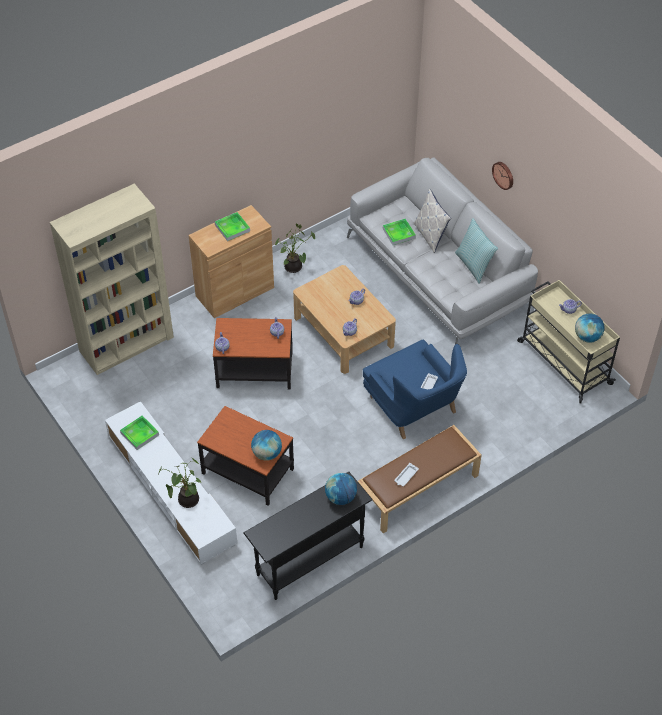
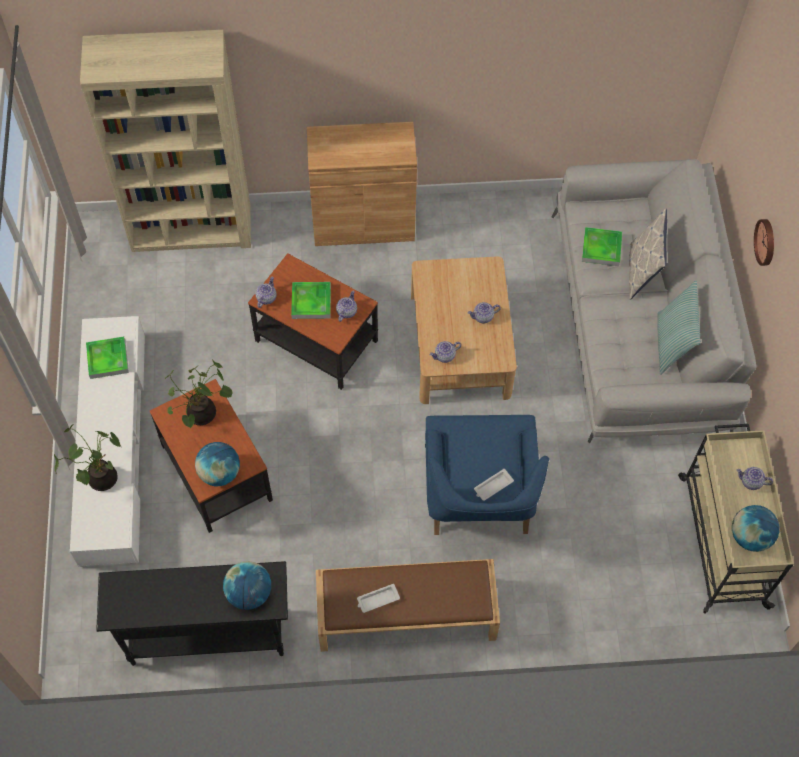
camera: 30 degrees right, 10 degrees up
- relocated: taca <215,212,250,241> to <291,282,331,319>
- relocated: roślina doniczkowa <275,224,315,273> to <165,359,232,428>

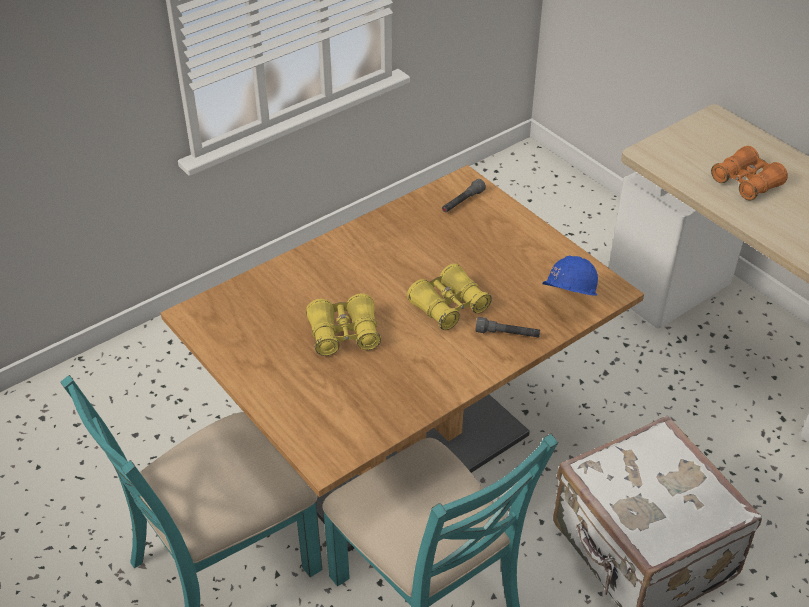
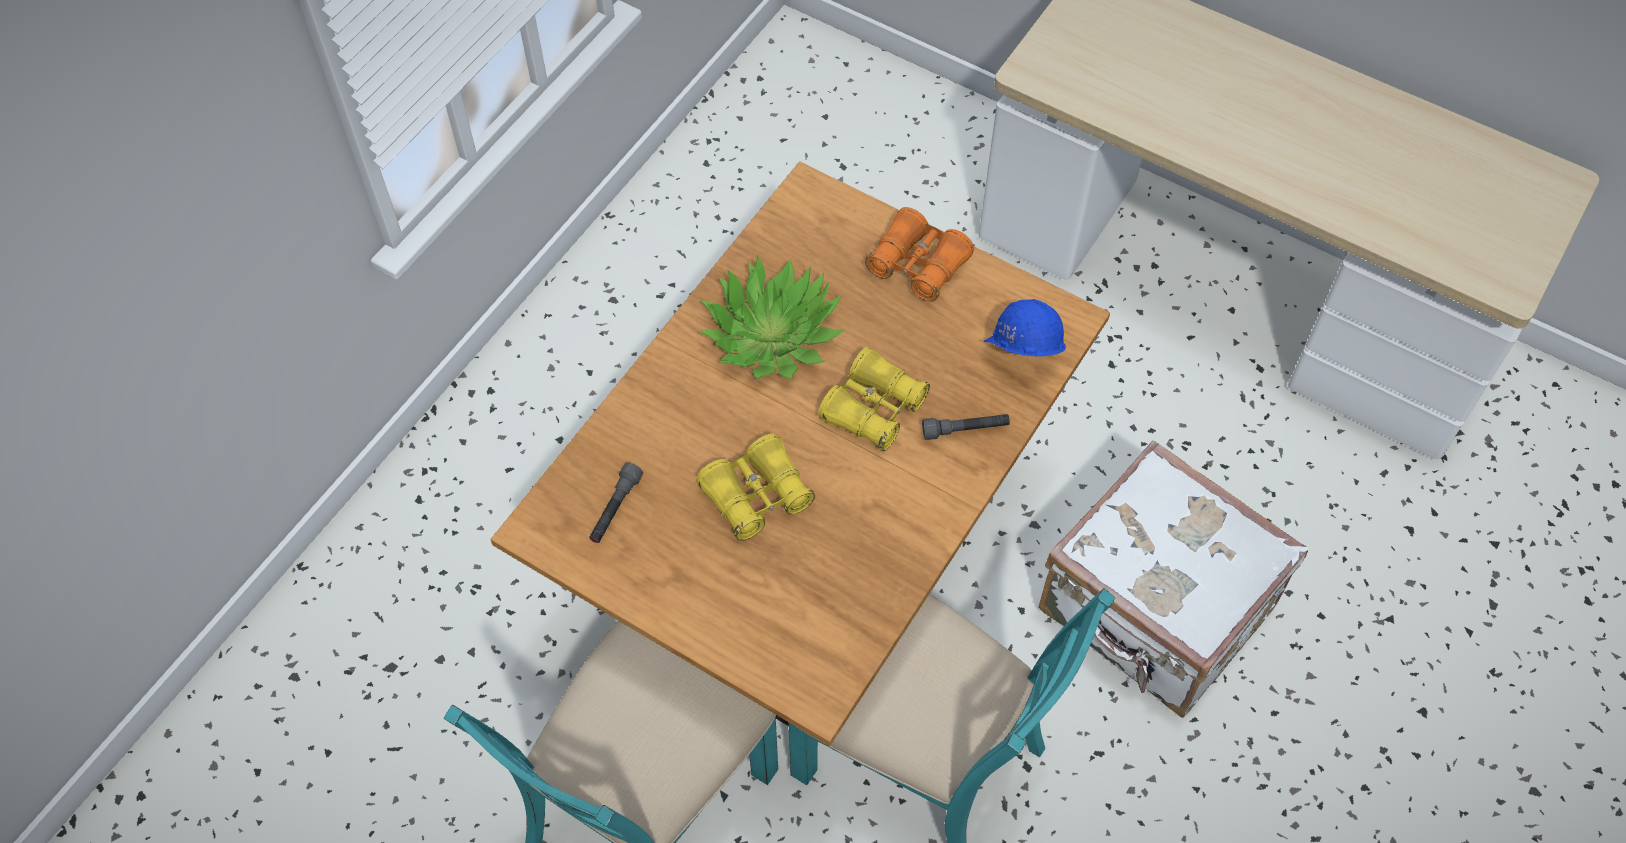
camera: 20 degrees left, 15 degrees up
- relocated: latarka/szary <442,179,486,213> to <589,463,643,543>
- relocated: lornetka/pomarańczowy <711,146,788,201> to <865,207,974,302>
- appeared: roślina doniczkowa <699,255,844,380>

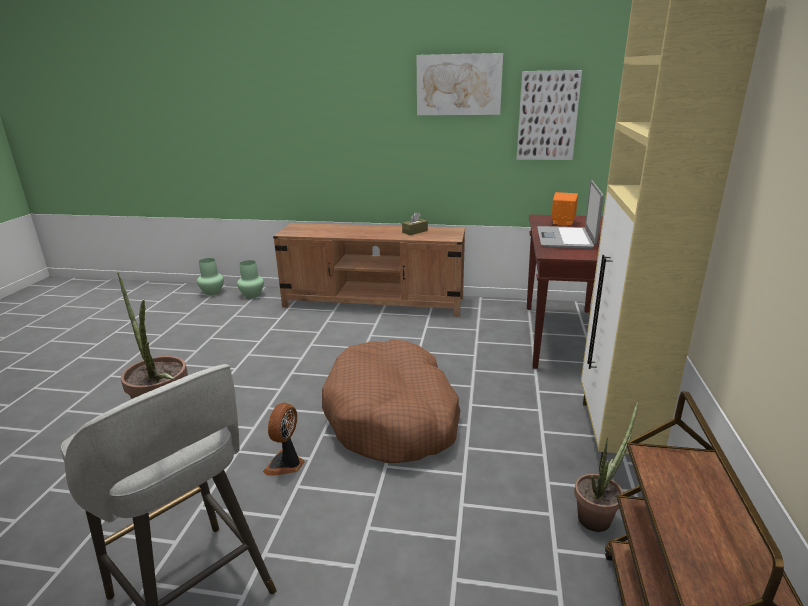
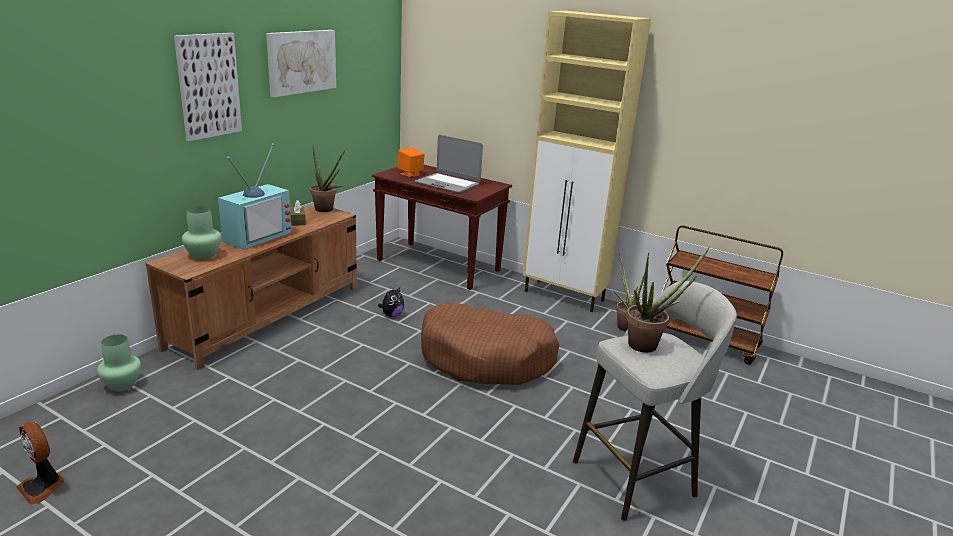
camera: 70 degrees left, 0 degrees up
- relocated: wazon/zielony <197,258,224,295> to <182,206,222,260>
- relocated: wentylator <263,403,305,476> to <16,422,65,505>
- relocated: obraz <517,70,582,160> to <174,33,242,141>
- appeared: telewizor <218,143,291,250>
- appeared: roślina doniczkowa <310,147,345,212>
- appeared: pluszak <378,287,404,317>

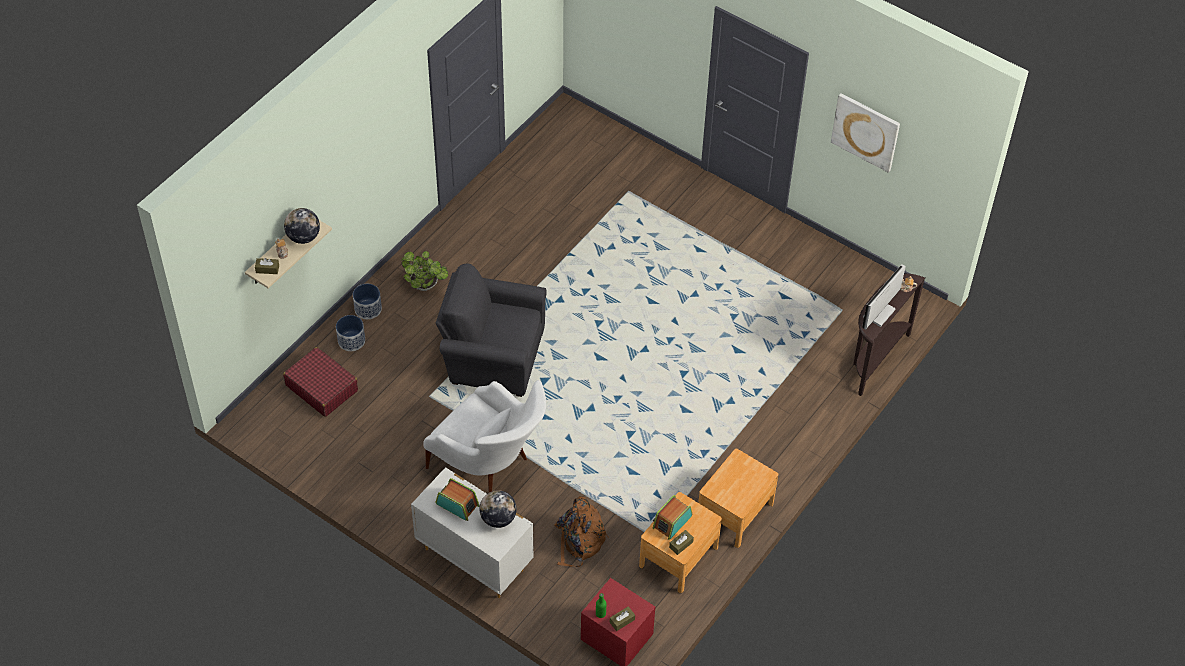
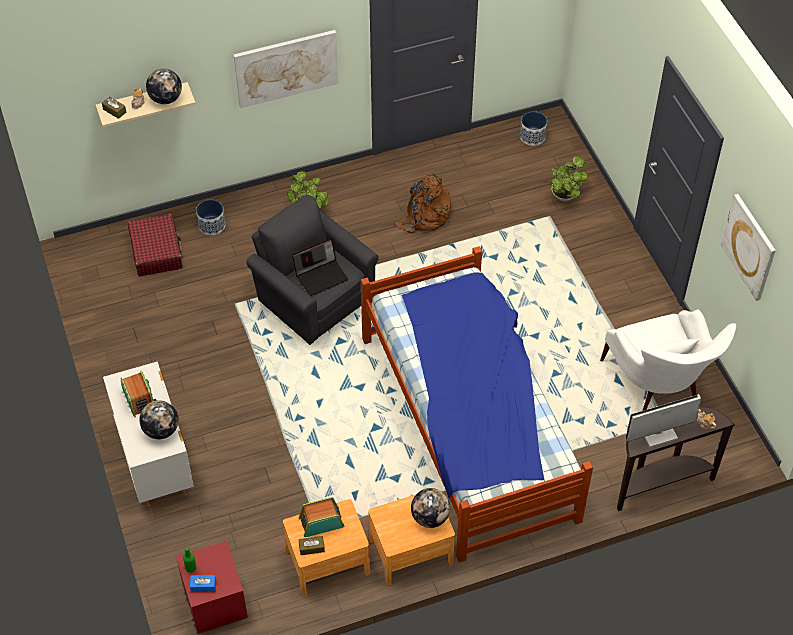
camera: 35 degrees right, 0 degrees up
- relocated: donica <353,284,382,319> to <520,111,547,146>
- relocated: fotel/biały <423,380,546,493> to <600,310,737,411>
- relocated: plecak/brązowy <554,496,609,567> to <395,174,451,233>
- colour: pudełko chusteczek/brązowy <610,606,635,631> to pudełko chusteczek/niebieski <190,575,216,592>
- appeared: obraz <233,30,338,108>
- appeared: laptop <292,239,349,296>
- appeared: łóżko <361,246,593,563>
- appeared: globus <411,488,450,528>
- appeared: roślina doniczkowa <549,156,588,202>

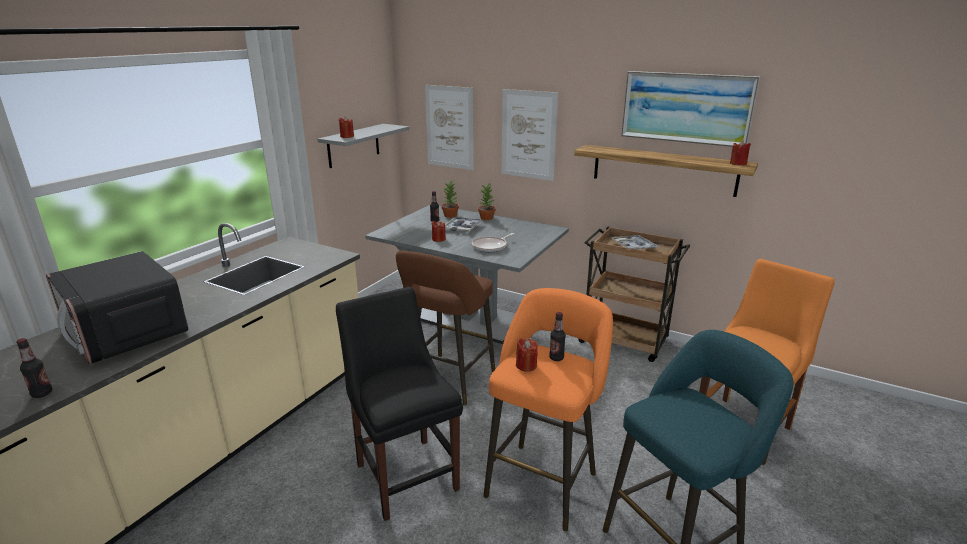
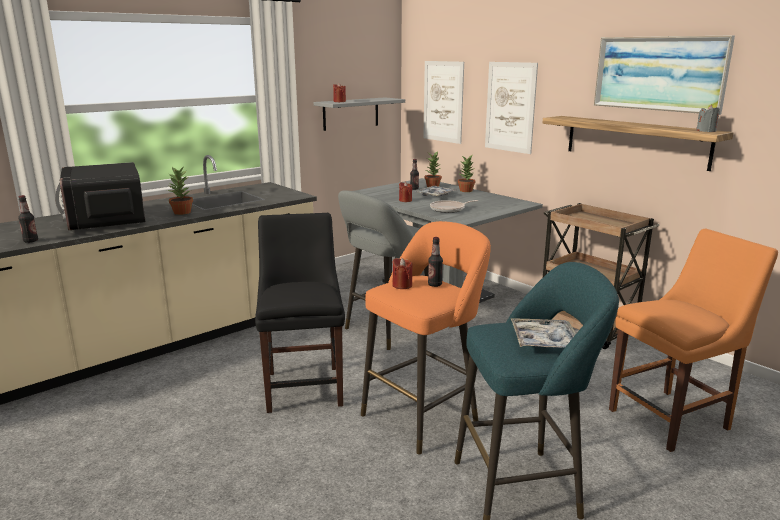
camera: 20 degrees right, 5 degrees down
- colour: stołek/brązowy <396,250,495,405> to stołek/szary <338,190,429,350>
- relocated: taca <610,235,659,251> to <511,318,576,348>
- colour: świeca/czerwony <730,140,751,166> to świeca/szary <696,105,720,132>
- appeared: roślina doniczkowa <167,167,193,215>

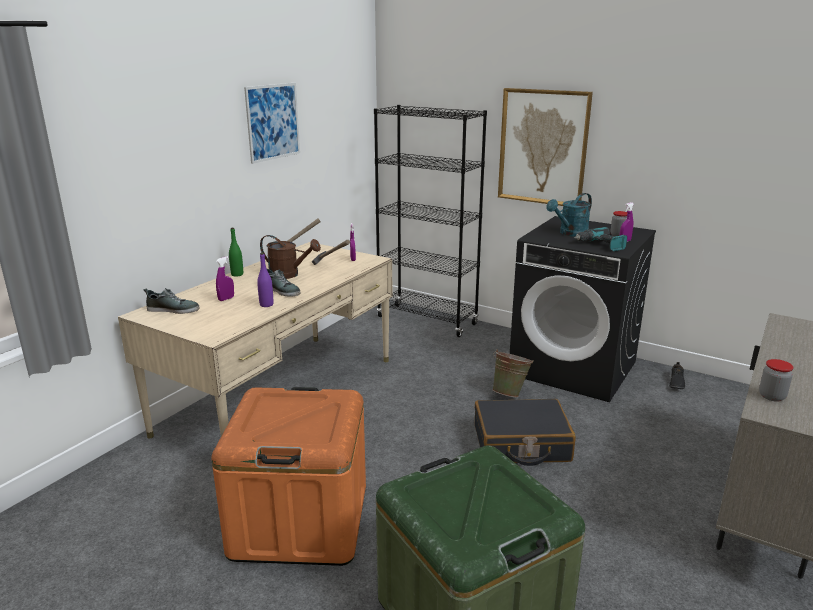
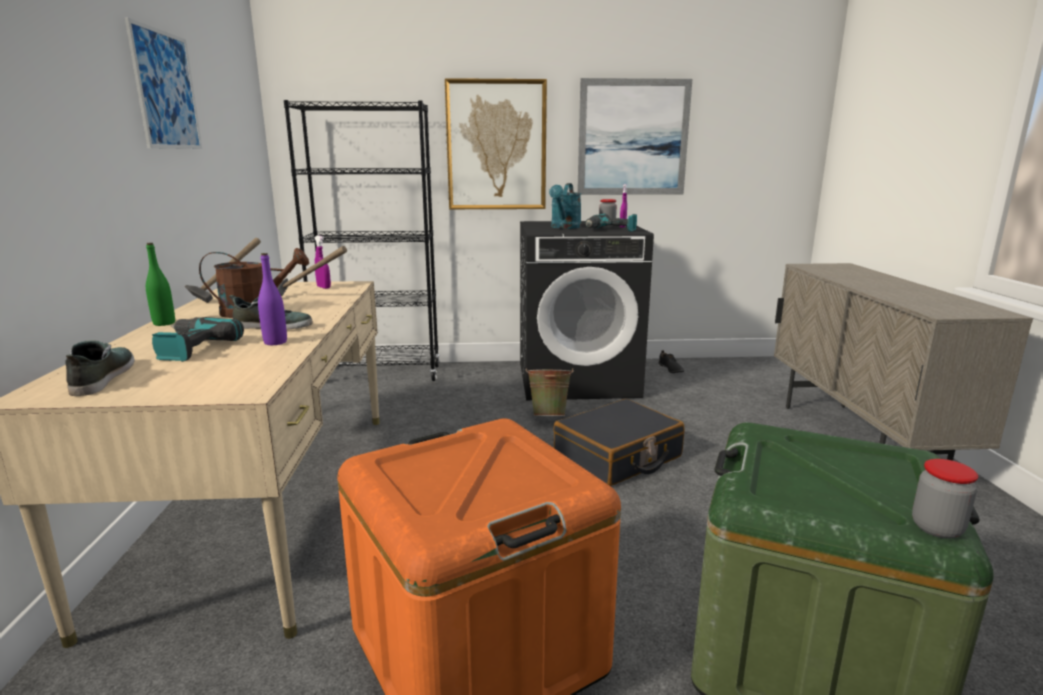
camera: 35 degrees left, 5 degrees down
- spun: but <144,288,200,314> = <65,340,134,396> 75 degrees counterclockwise
- exchanged: spryskiwacz/fioletowy <216,256,234,301> to wiertarka <152,317,244,362>
- relocated: słoik <759,359,794,402> to <912,459,978,539>
- appeared: obraz <577,78,692,195>

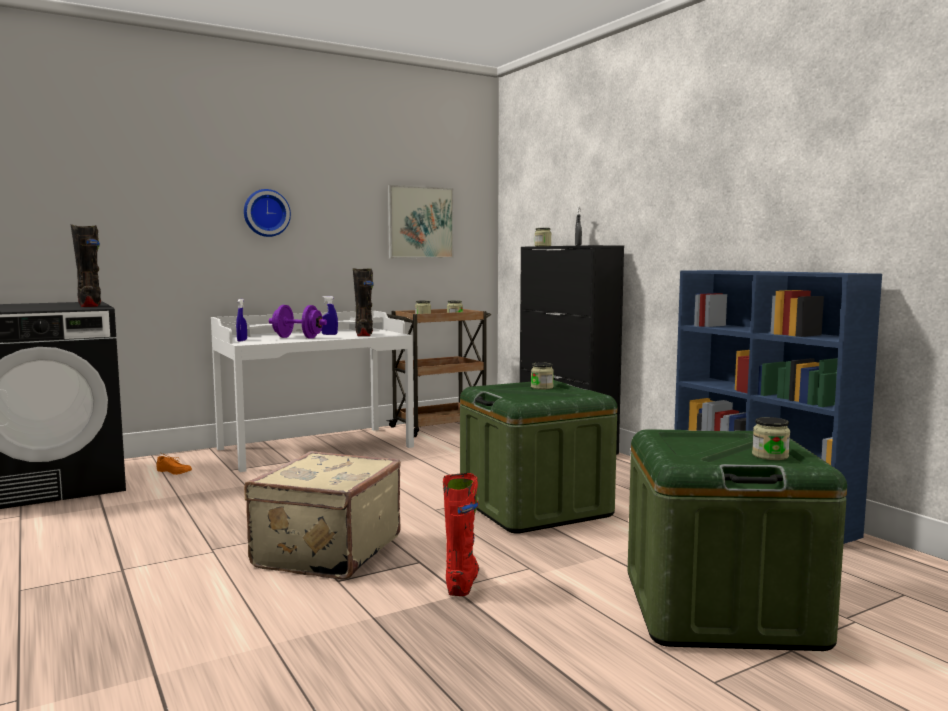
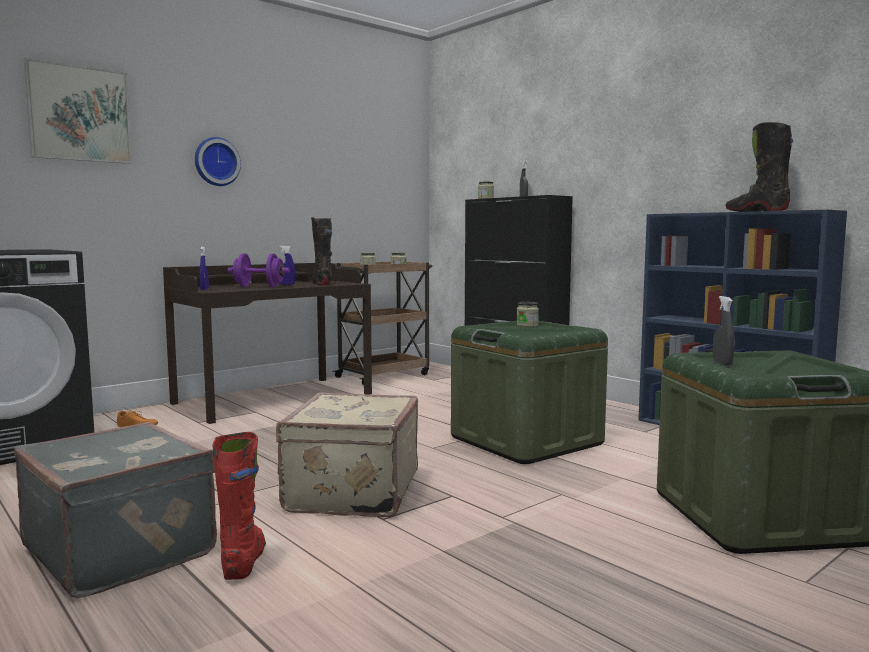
camera: 10 degrees left, 0 degrees up
- relocated: but z cholewką/czarny <71,224,101,307> to <726,122,793,212>
- colour: biurko/biały <211,311,414,472> to biurko/brązowy <163,263,372,424>
- relocated: obraz <388,185,454,258> to <24,58,132,164>
- relocated: but z cholewką/czerwony <443,473,479,596> to <212,432,266,580>
- missing: słoik <752,417,790,460>
- appeared: walizka/szary <14,422,217,598>
- appeared: spryskiwacz/szary <713,296,735,366>

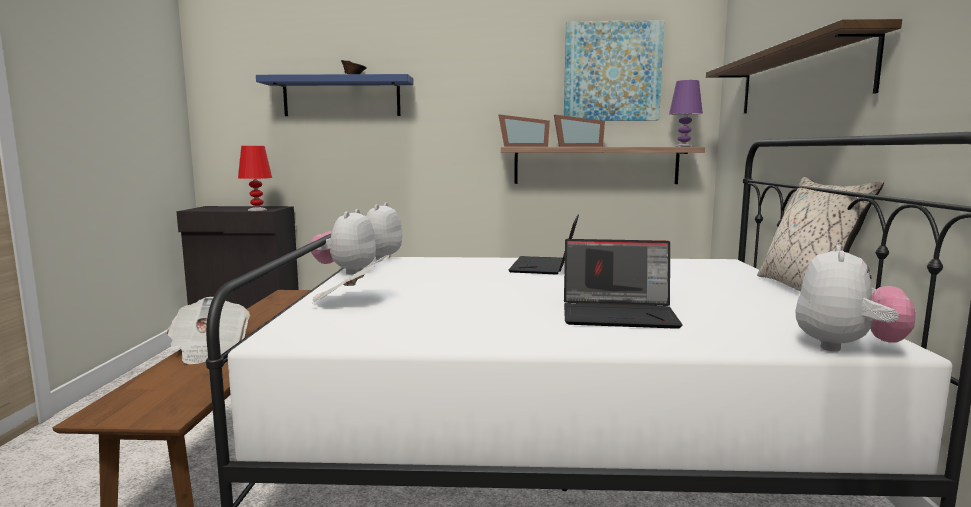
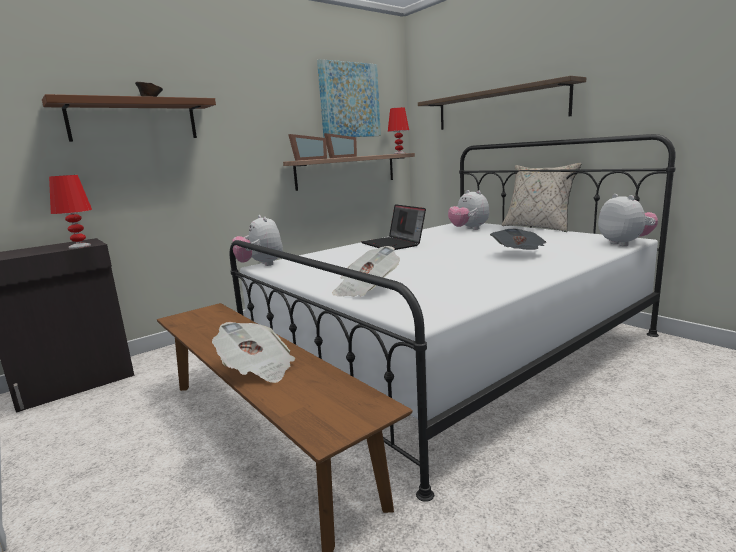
camera: 40 degrees left, 5 degrees up
- colour: półka/niebieski <256,74,414,116> to półka/brązowy <42,94,216,142>
- relocated: pluszak <310,209,376,274> to <448,190,489,230>
- exchanged: laptop <564,239,683,329> to gazeta <490,229,546,250>
- colour: lampa stołowa/fioletowy <669,80,703,147> to lampa stołowa/czerwony <388,107,409,154>

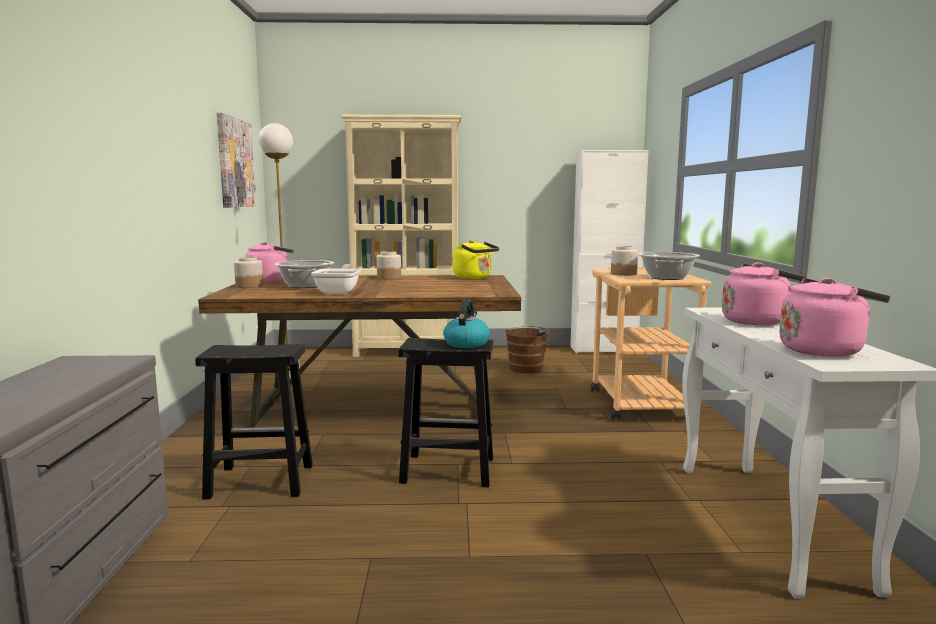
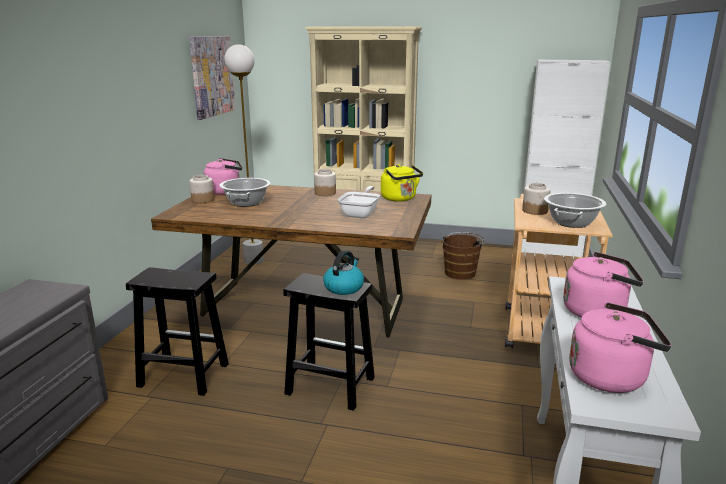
camera: 15 degrees right, 10 degrees up
- relocated: patelnia <311,264,361,294> to <337,186,380,218>

